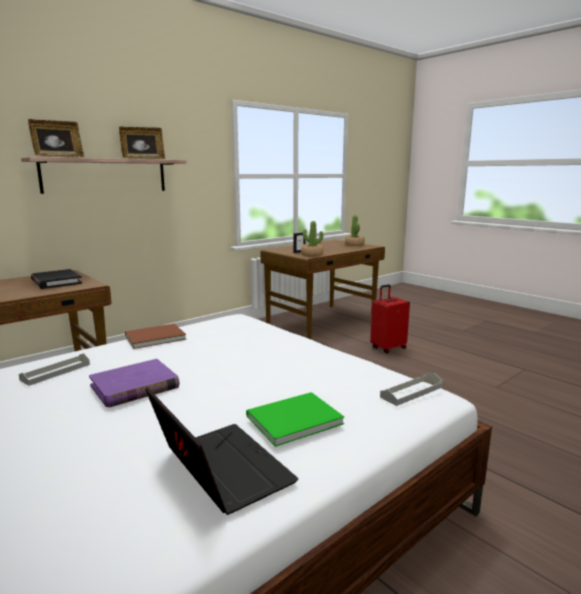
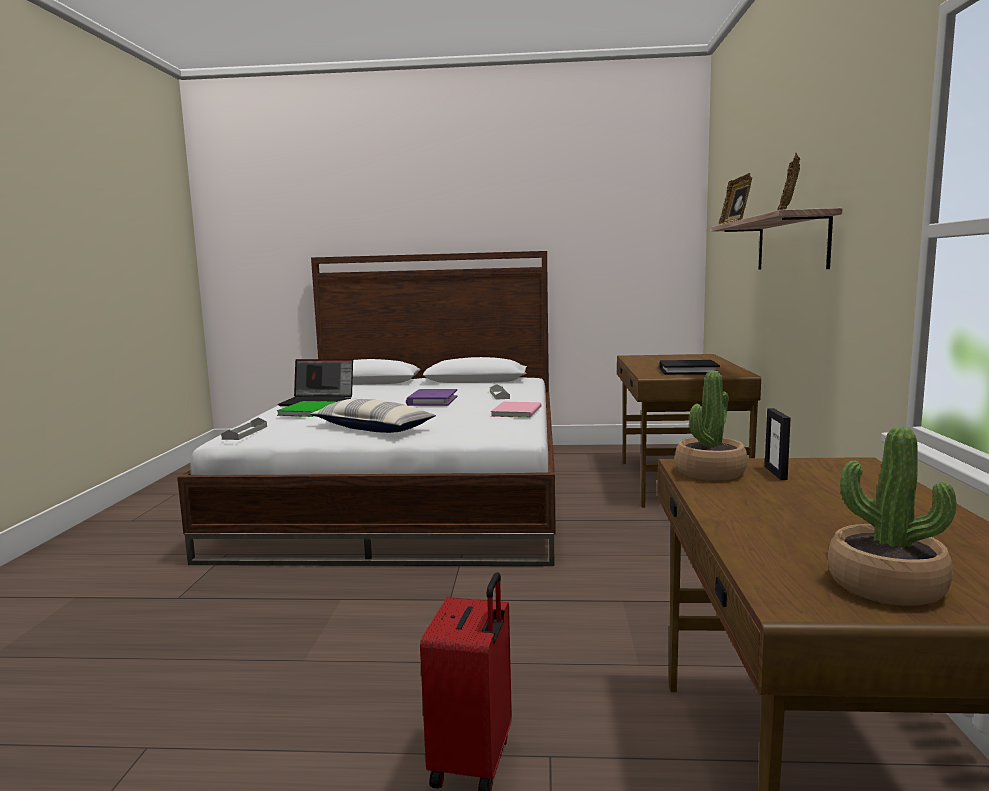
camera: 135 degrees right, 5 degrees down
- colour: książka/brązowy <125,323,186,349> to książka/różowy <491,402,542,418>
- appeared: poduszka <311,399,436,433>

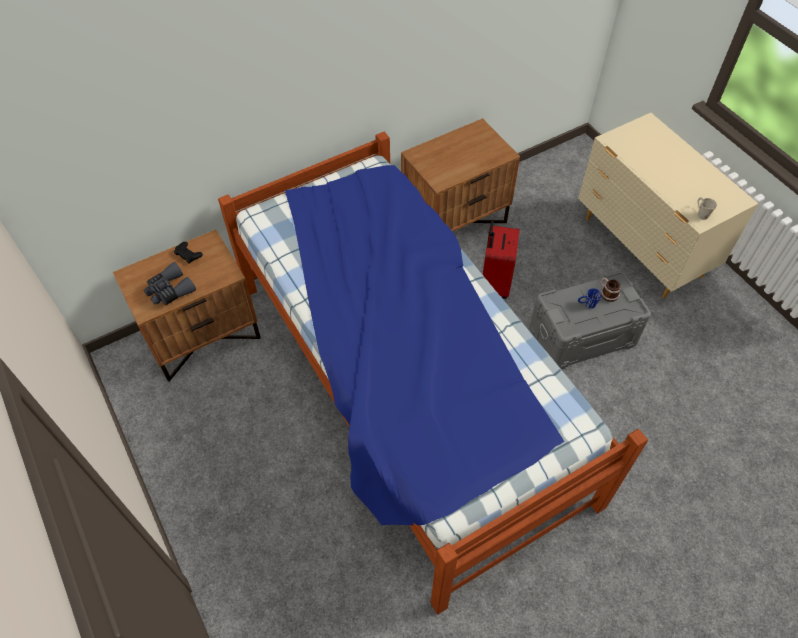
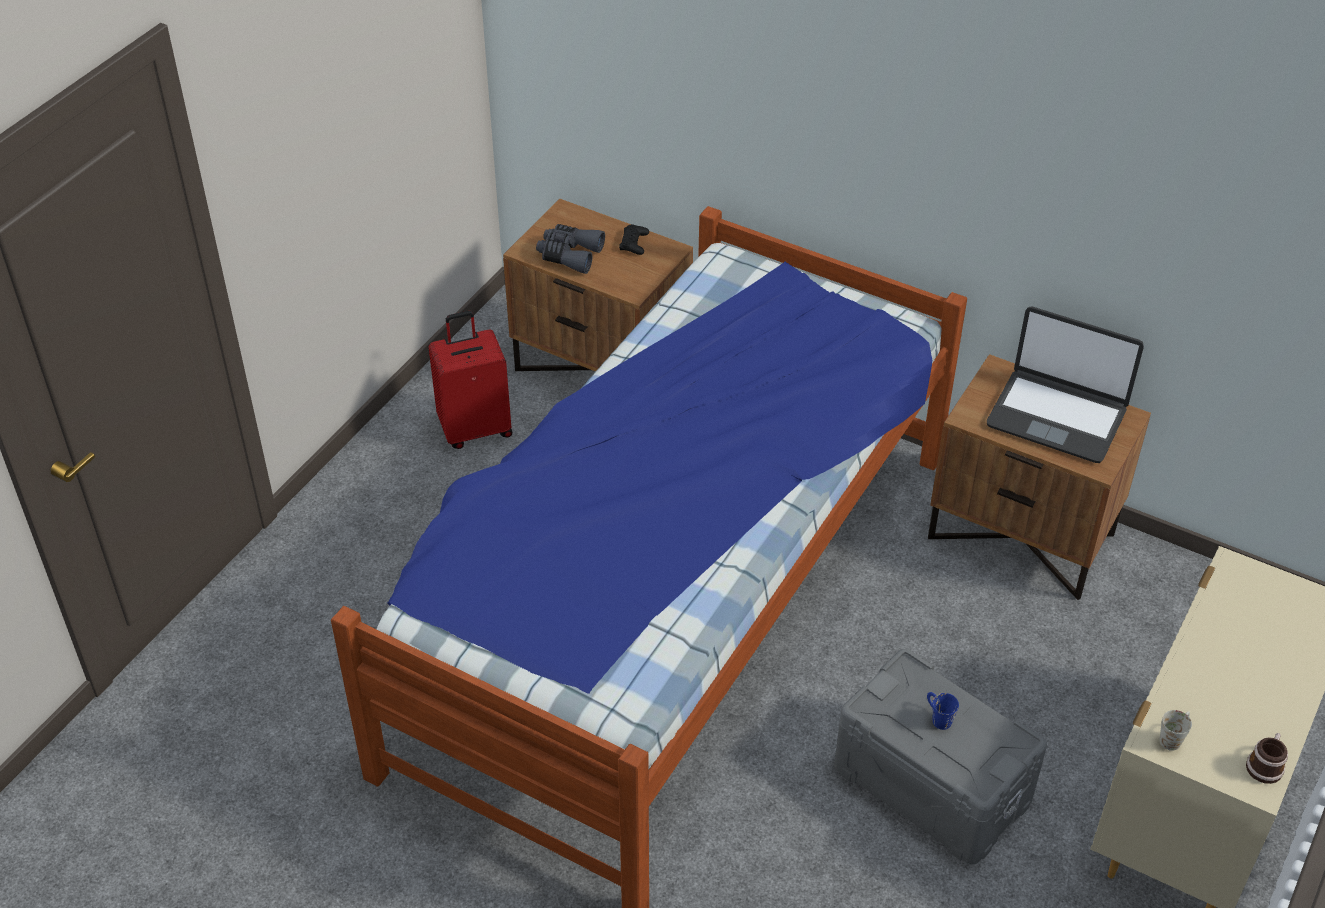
camera: 60 degrees right, 10 degrees down
- relocated: walizka/czerwony <483,221,520,299> to <429,311,512,449>
- relocated: kubek <601,277,621,302> to <1246,733,1288,784>
- appeared: laptop <987,307,1144,463>

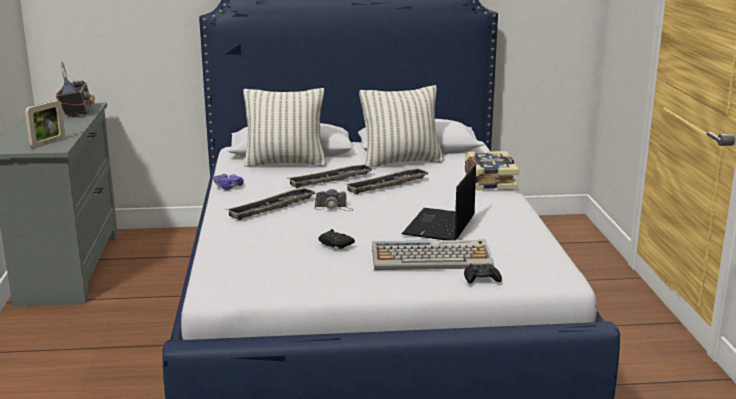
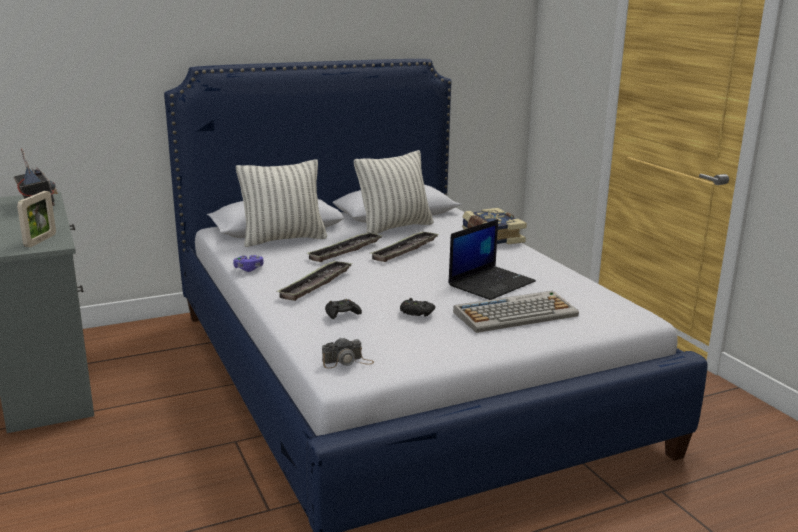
camera: 20 degrees left, 0 degrees up
- relocated: aparat fotograficzny <315,188,353,211> to <322,337,374,368>
- spun: laptop <402,164,476,240> = <448,219,536,300> 135 degrees counterclockwise
- relocated: pad do gier/czarny <464,264,502,284> to <325,299,362,319>

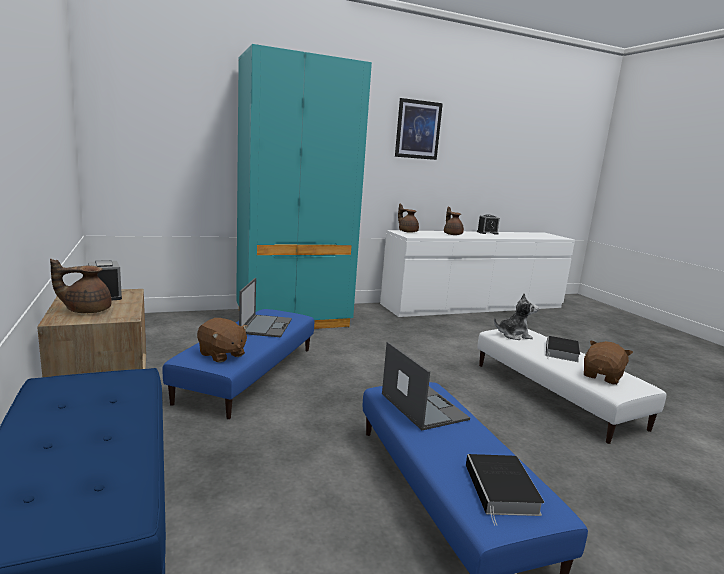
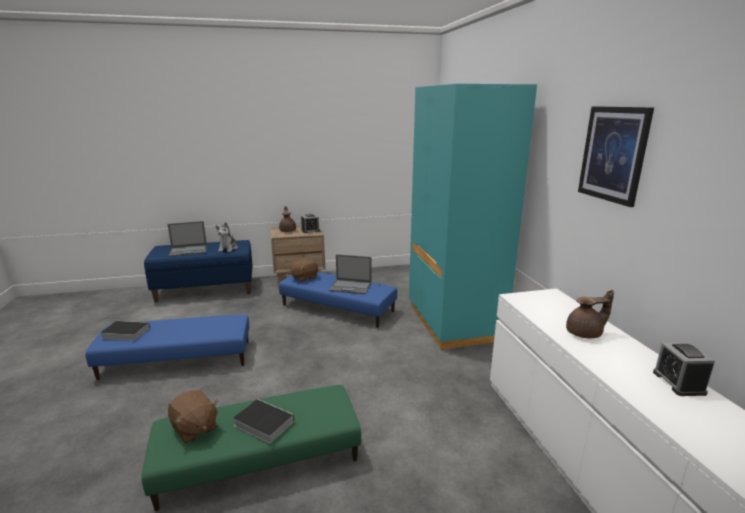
camera: 100 degrees right, 5 degrees up
- relocated: laptop <382,342,470,430> to <168,221,207,257>
- missing: imbryk/brązowy <398,203,419,233>
- colour: pufa/biały <477,329,666,444> to pufa/zielony <142,385,361,511>
- relocated: pluszak <494,294,539,340> to <215,222,238,252>

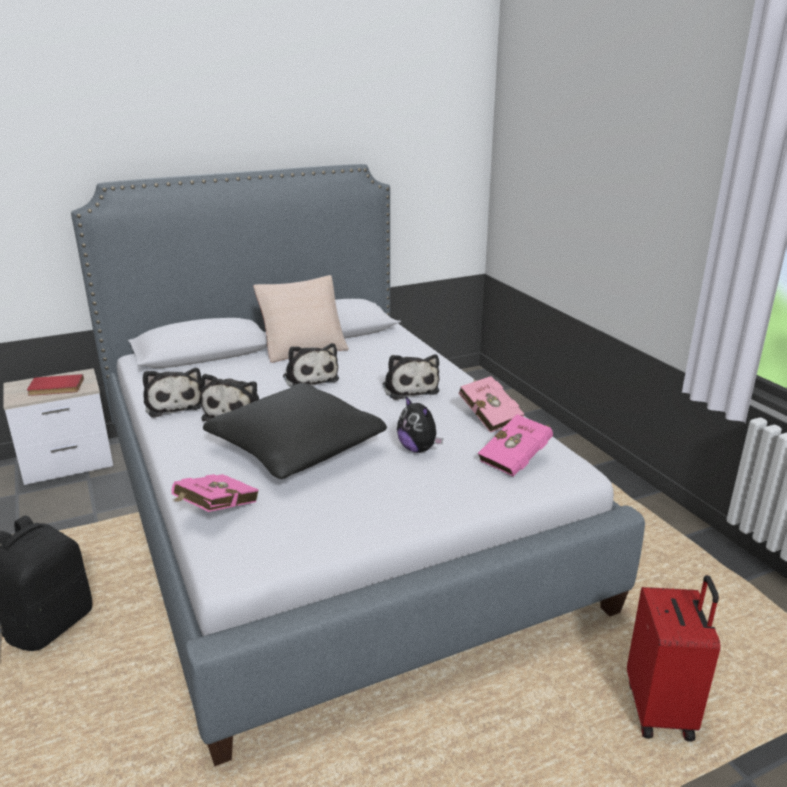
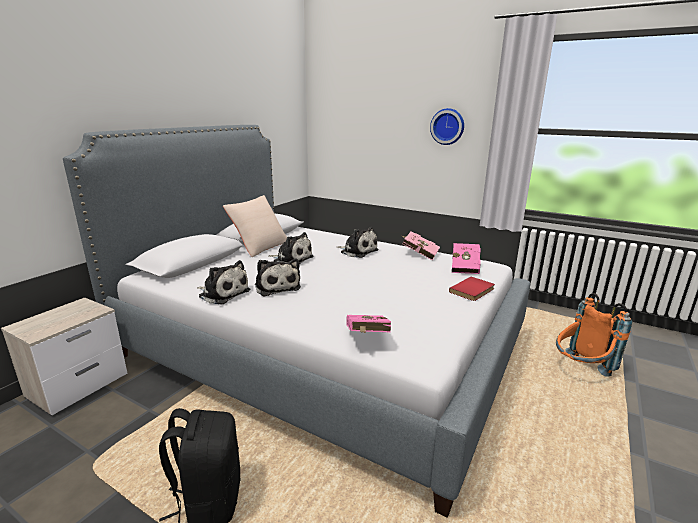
camera: 35 degrees left, 5 degrees down
- relocated: książka/czerwony <27,374,84,396> to <449,277,495,301>
- missing: poduszka/czarny <203,383,387,479>
- missing: pluszak <397,395,443,453>
- exchanged: walizka/czerwony <627,575,721,742> to plecak/pomarańczowy <556,293,632,377>
- appeared: zegar ścienny <430,108,464,145>

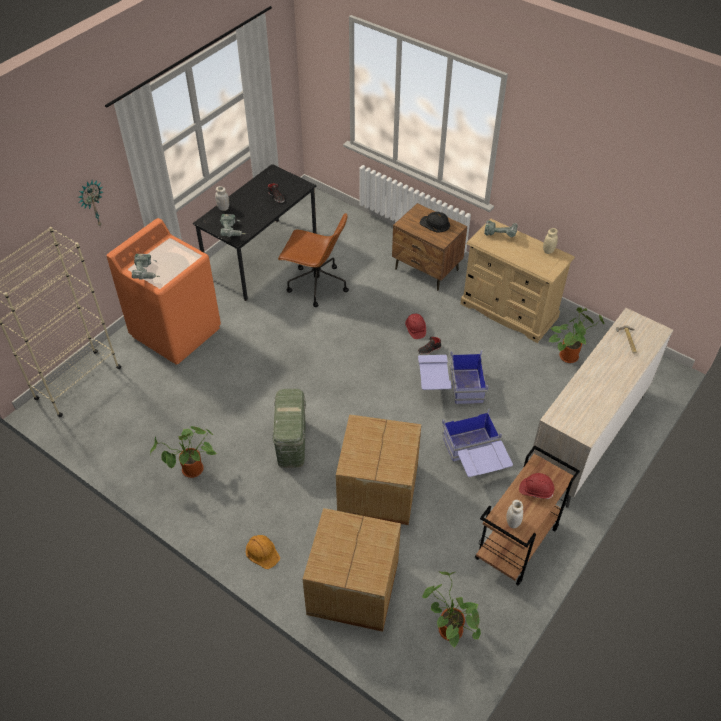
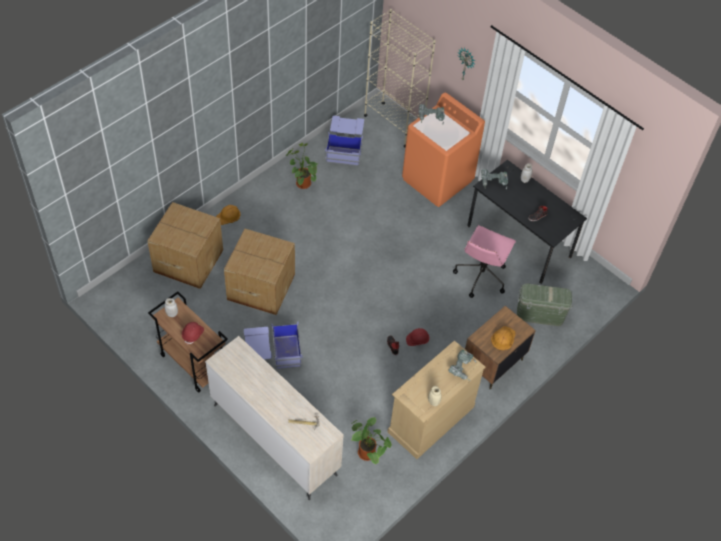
camera: 95 degrees right, 5 degrees up
- relocated: pojemnik do przechowywania/zielony <272,389,306,468> to <517,283,573,326>
- colour: krzesło biurowe/brązowy <278,213,349,307> to krzesło biurowe/różowy <453,225,516,298>
- relocated: pojemnik do przechowywania/niebieski <418,351,489,404> to <325,116,364,166>
- colour: kask/czarny <419,212,450,233> to kask/pomarańczowy <491,326,516,350>
- missing: roślina doniczkowa <422,571,481,648>

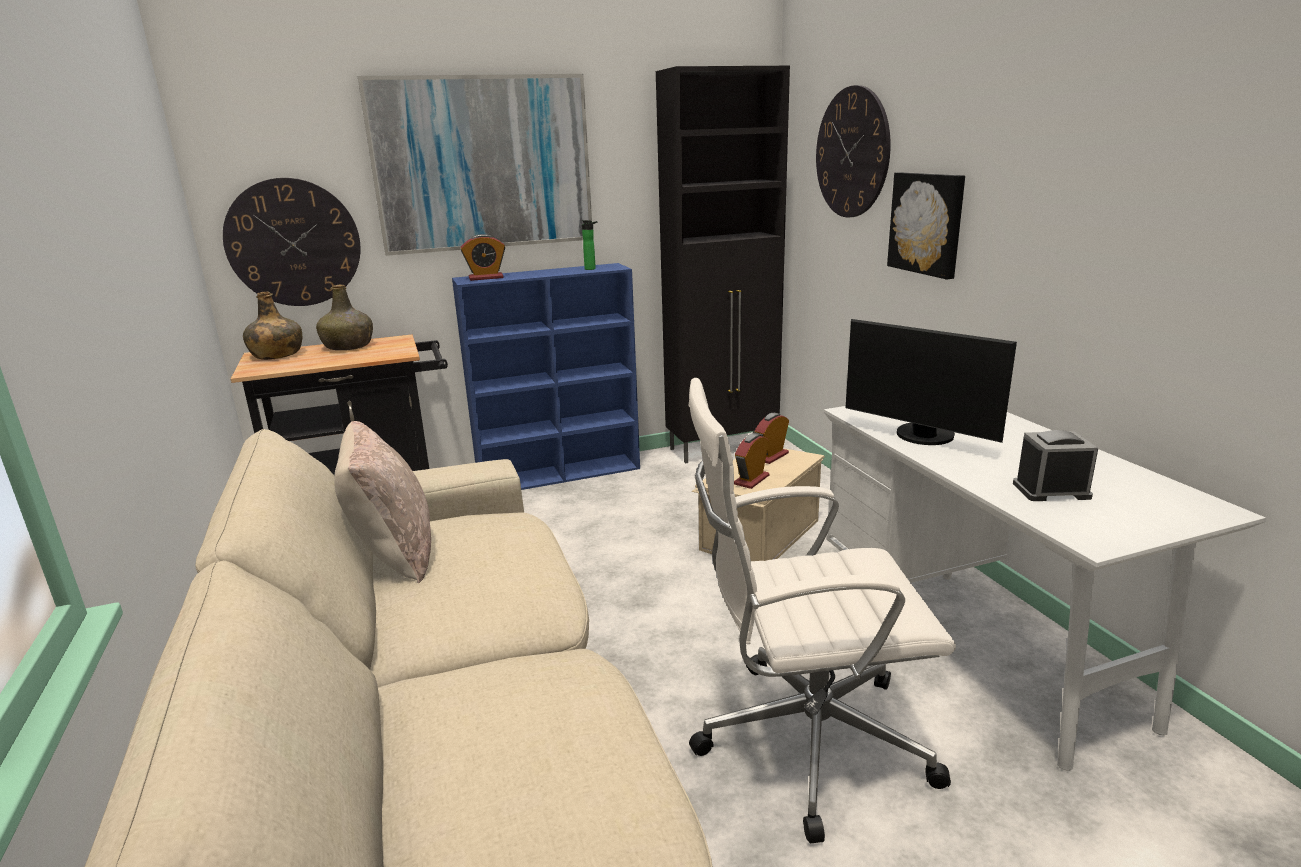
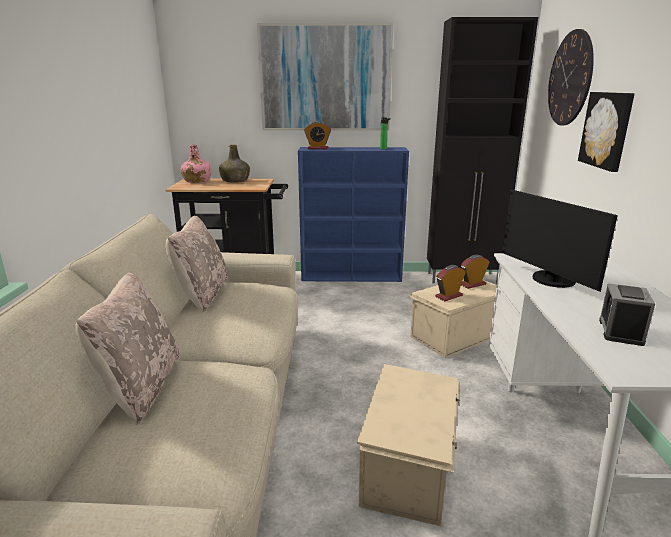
camera: 20 degrees right, 0 degrees up
- missing: zegar ścienny <223,178,361,306>
- colour: butelka/zielony <243,292,302,360> to butelka/różowy <181,145,212,183>
- exchanged: krzesło biurowe/biały <688,378,956,843> to pojemnik do przechowywania/beżowy <357,364,460,526>
- spun: budzik <1013,430,1098,501> = <599,283,655,346> 90 degrees counterclockwise
- appeared: poduszka/beżowy <75,273,181,425>

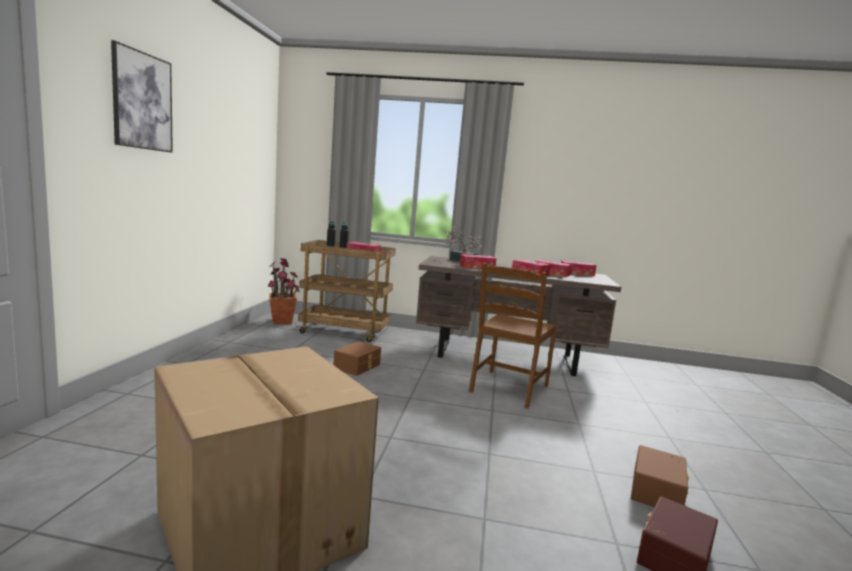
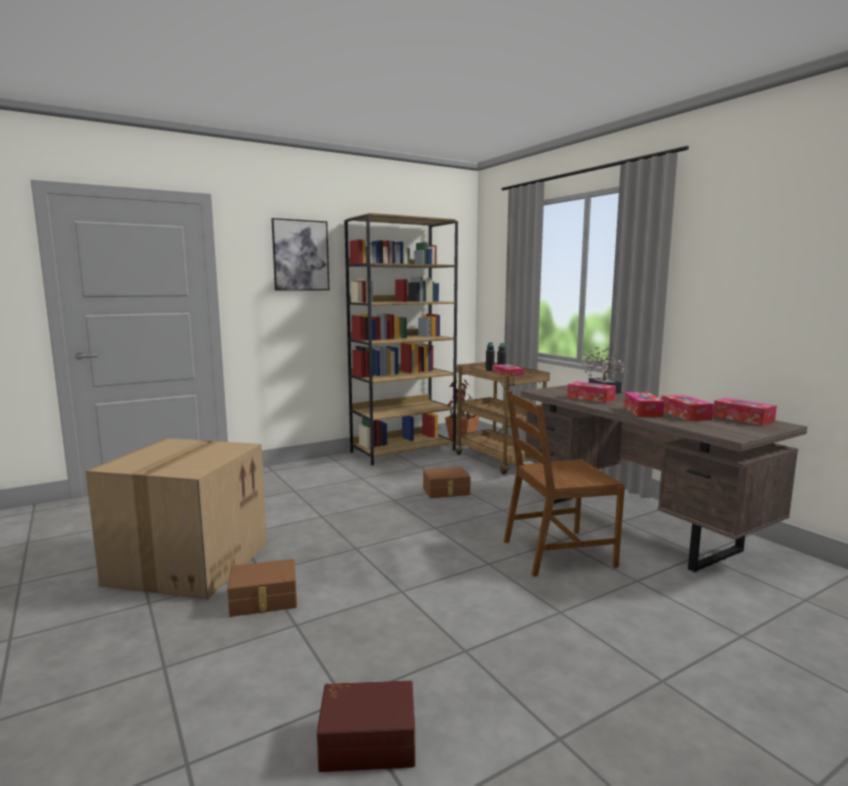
camera: 50 degrees right, 0 degrees up
- relocated: pojemnik do przechowywania/brązowy <631,445,689,507> to <227,559,297,617>
- appeared: regał/brązowy <344,213,458,465>

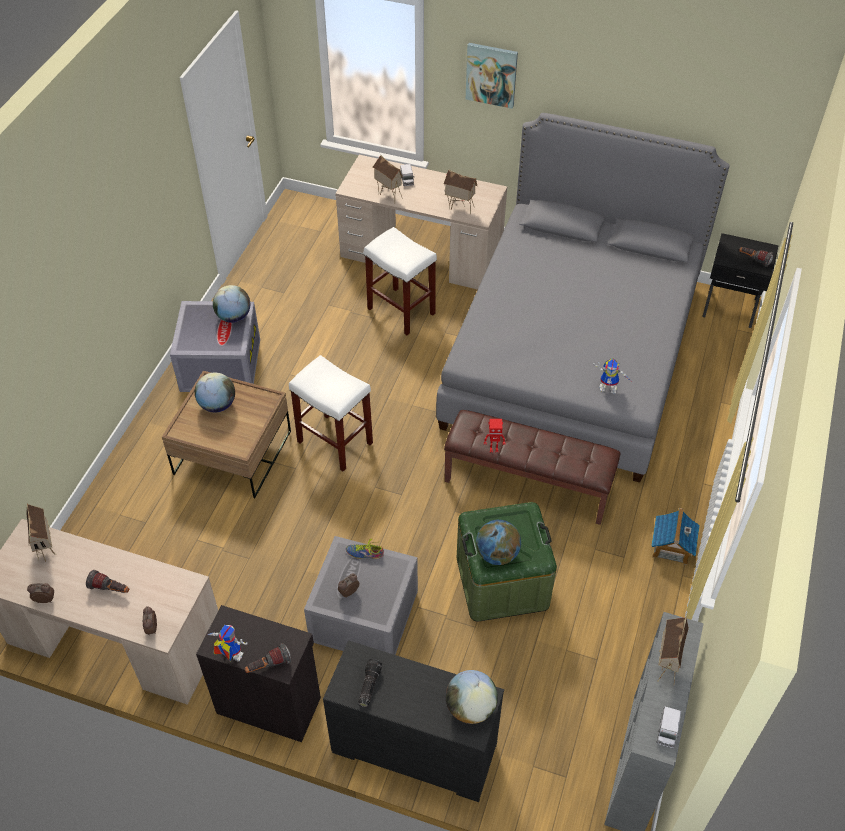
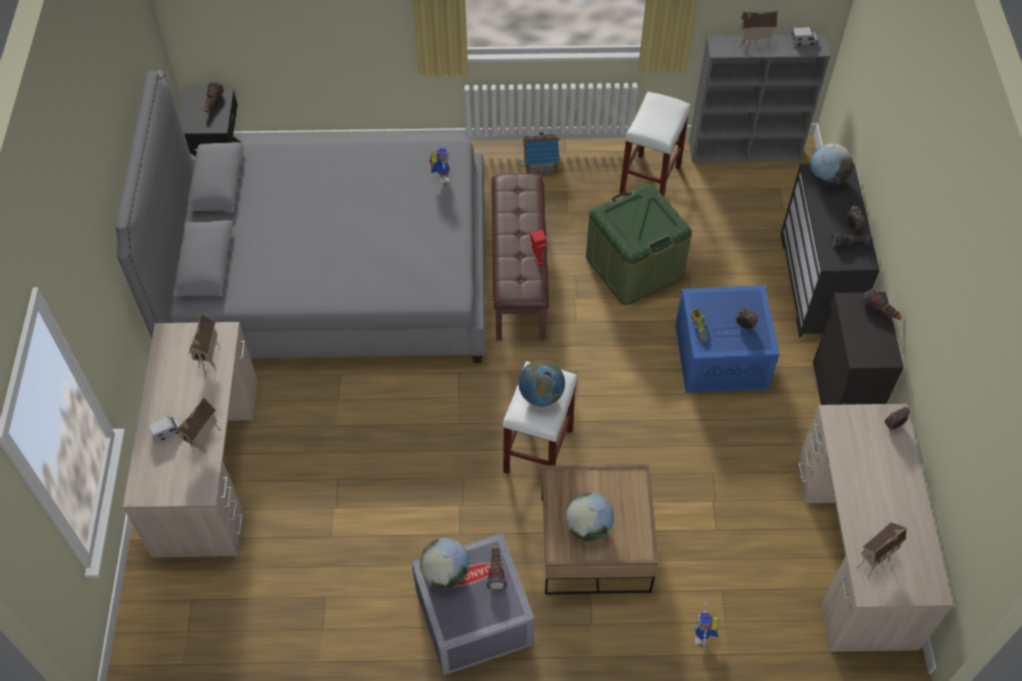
camera: 110 degrees left, 5 degrees up
- relocated: budzik <27,583,54,603> to <846,205,865,233>
- relocated: latarka <86,570,129,593> to <486,545,507,590>
- relocated: robot zabawkowy <207,625,247,661> to <695,599,719,651>
- colour: pojemnik do przechowywania/szary <304,536,418,655> to pojemnik do przechowywania/niebieski <675,285,780,393>
- relocated: stołek/biały <364,227,437,335> to <619,92,691,196>
- missing: obraz <466,43,518,109>
- relocated: globus <476,520,521,565> to <519,360,565,407>

